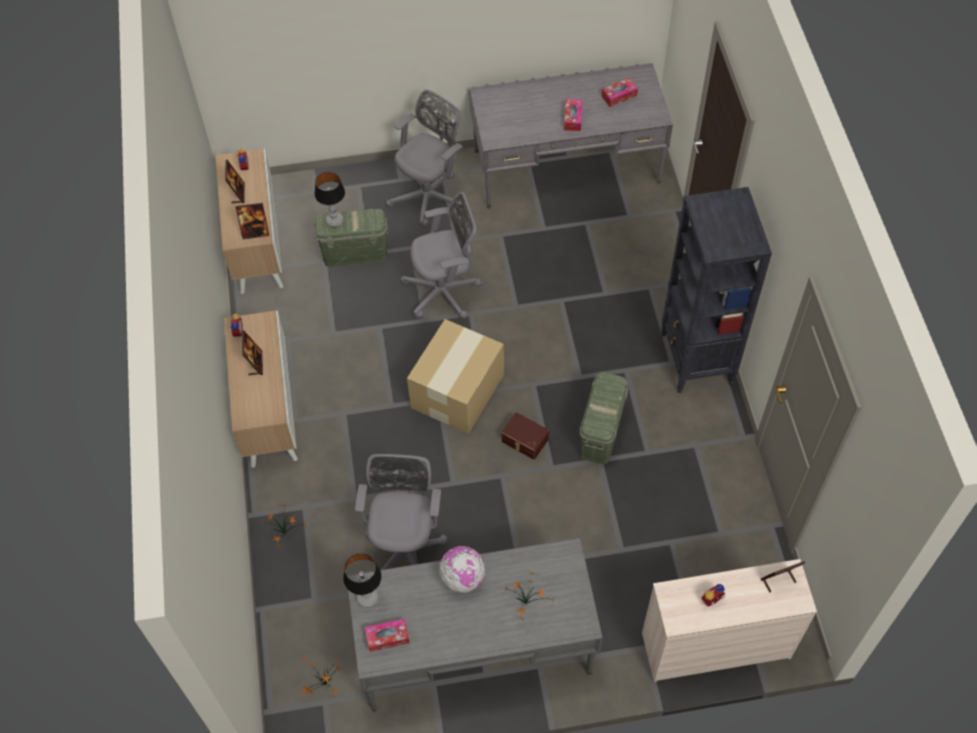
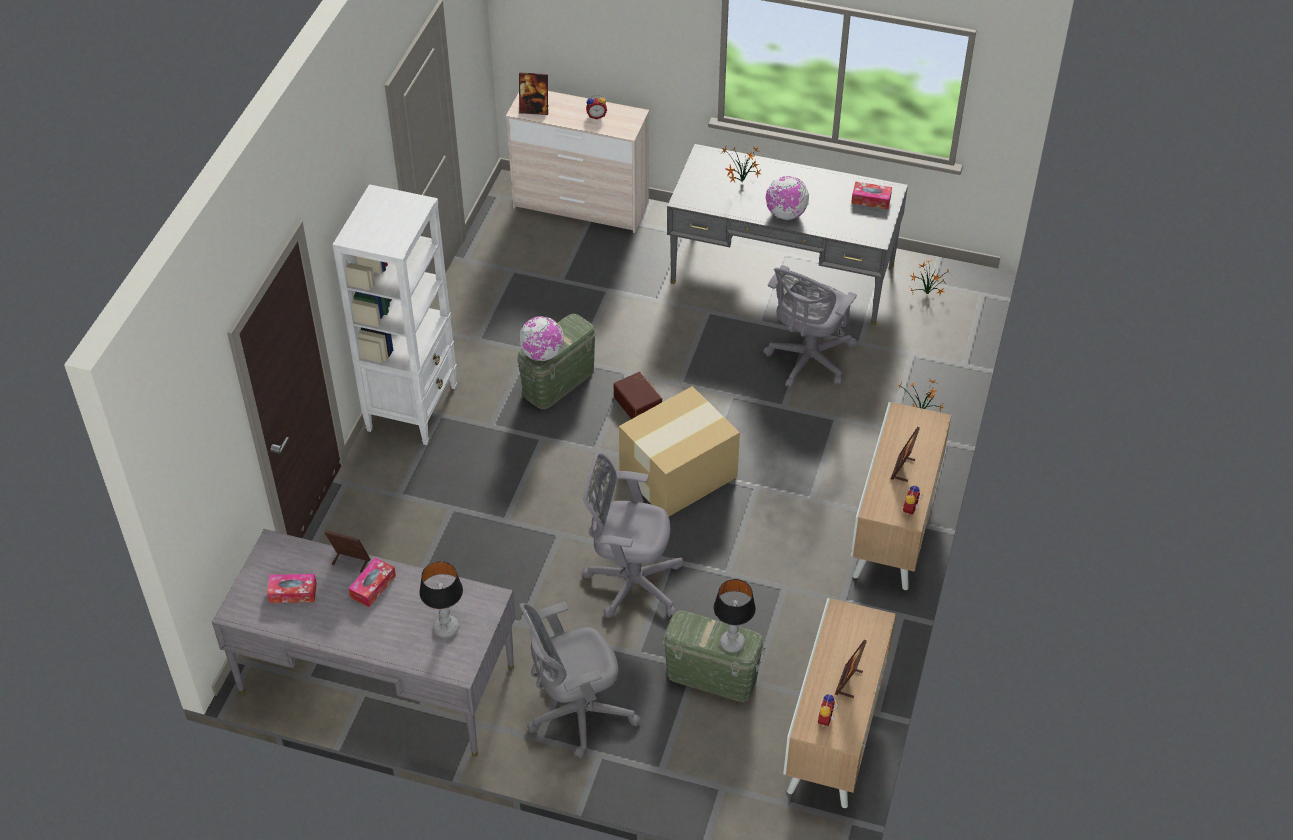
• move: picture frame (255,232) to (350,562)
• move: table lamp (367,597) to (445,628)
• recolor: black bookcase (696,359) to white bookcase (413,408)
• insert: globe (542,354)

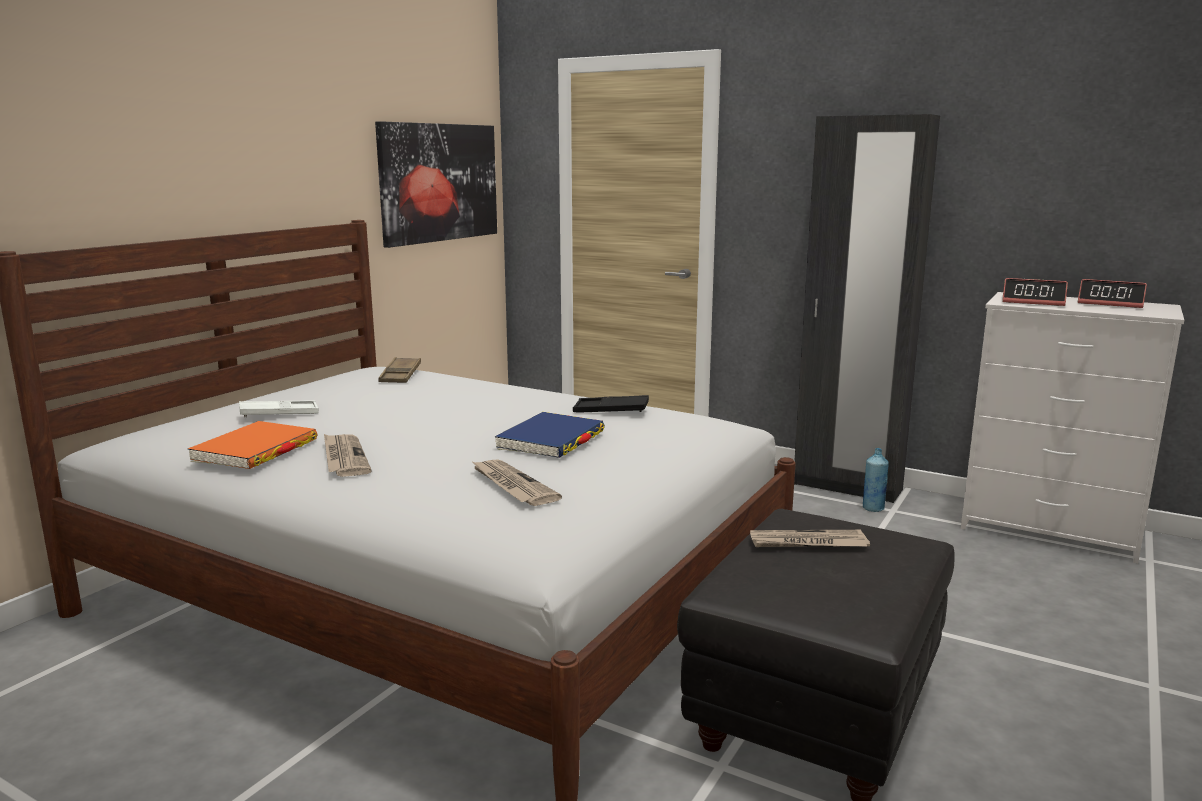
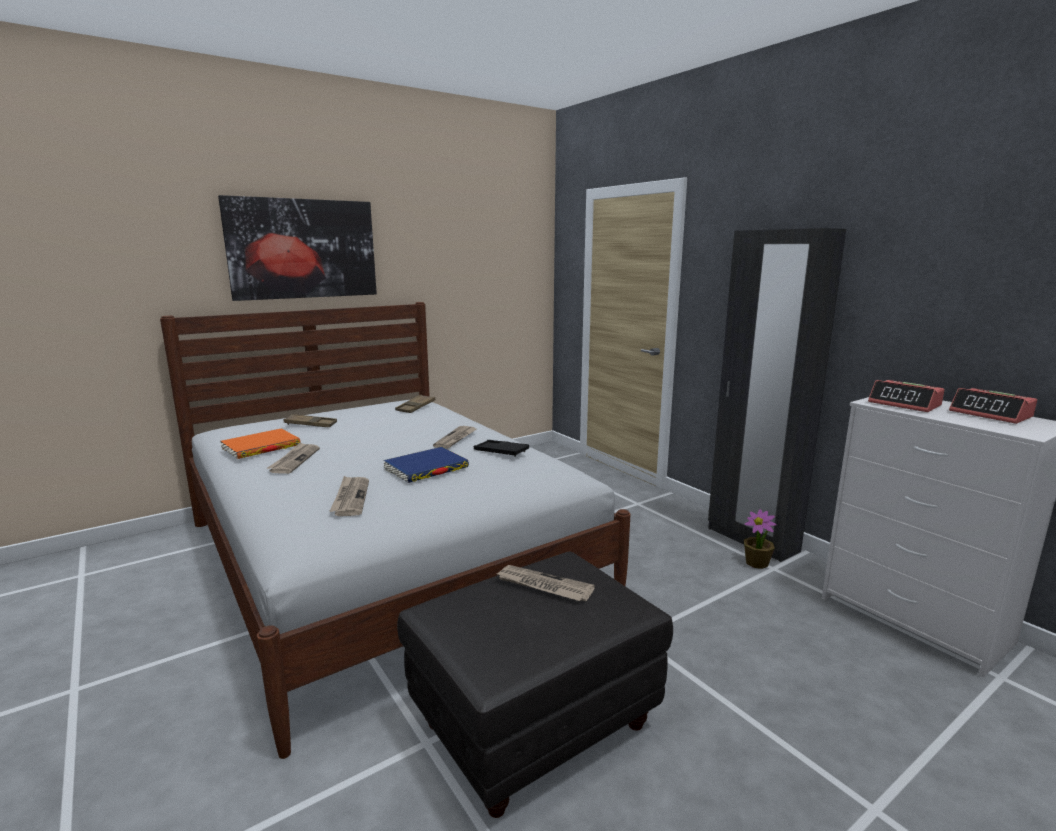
• recolor: white tray (279,414) to brown tray (311,424)
• move: picture (439,182) to (303,249)
• replace: blue bottle (873,508) to potted plant (756,563)
• insert: newspaper (456,439)

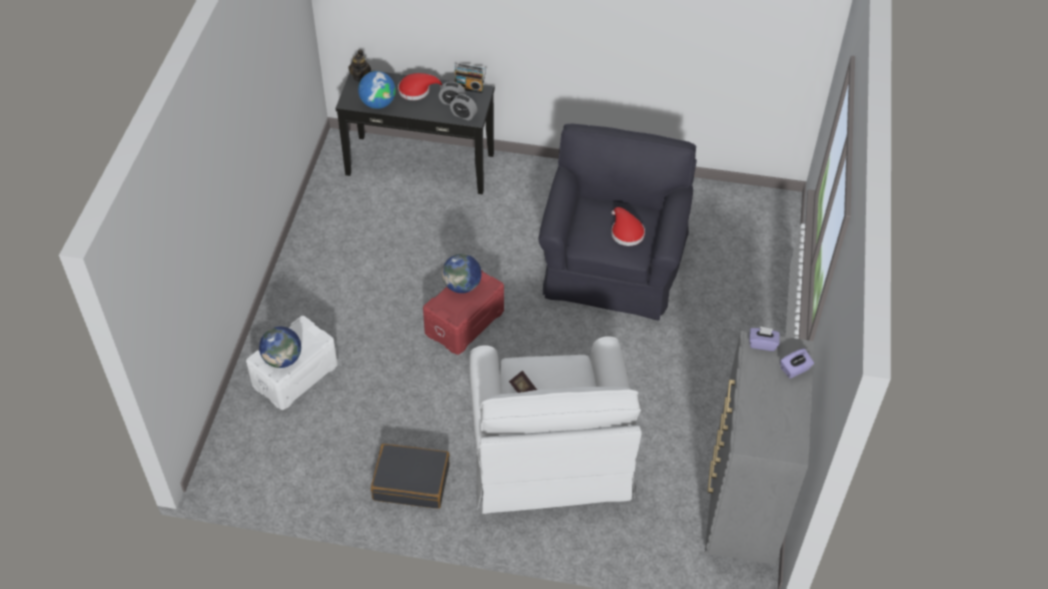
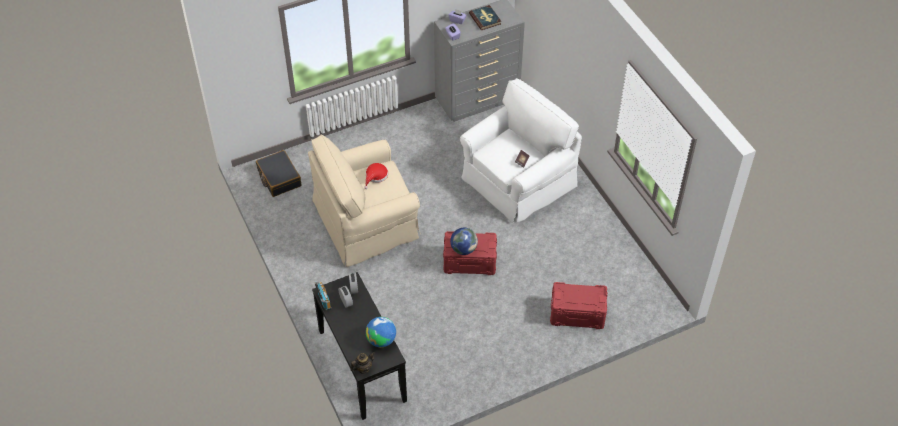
• recolor: white storage box (294,375) to red storage box (577,315)
• delete: globe (283,359)
• move: black suitcase (411,482) to (279,178)
• delete: red hat (417,90)
• recolor: black armchair (612,265) to beige armchair (367,221)
• insert: book (485,19)

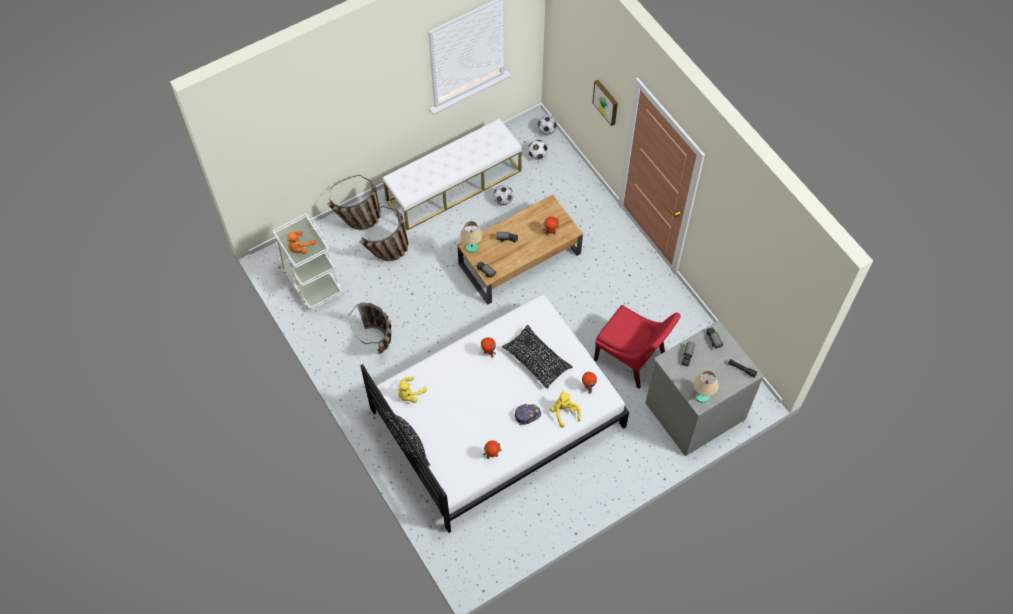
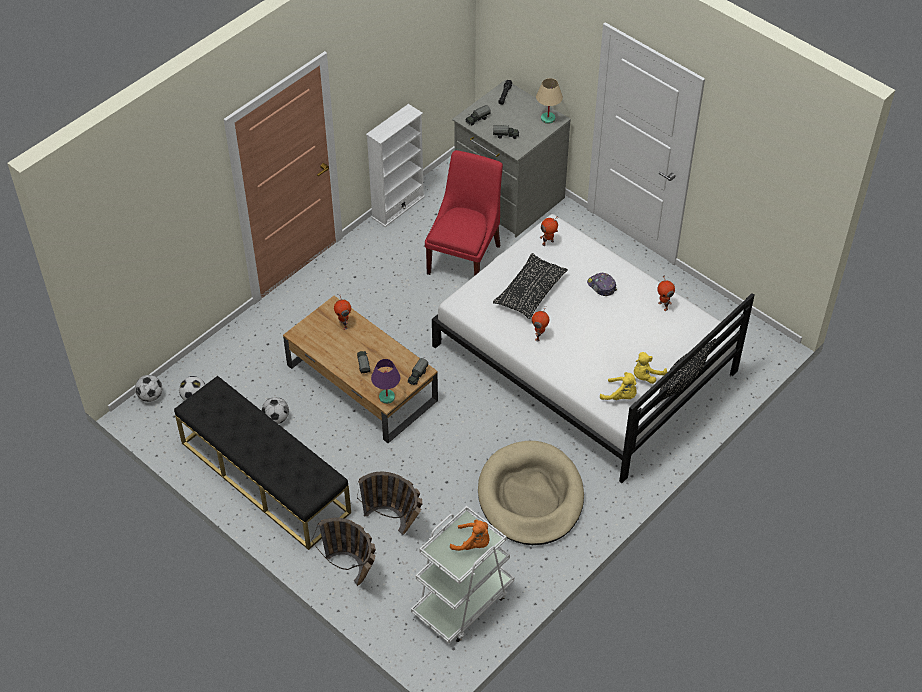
• replace: basket (380,344) to beige dog bed (530,496)
• recolor: white bench (454,185) to black bench (264,477)
• recolor: beige table lamp (472,247) to purple table lamp (386,397)
• move: yellow plush toy (564,412) to (646,376)
• delete: picture (606,102)
• insert: white bookcase (398,207)

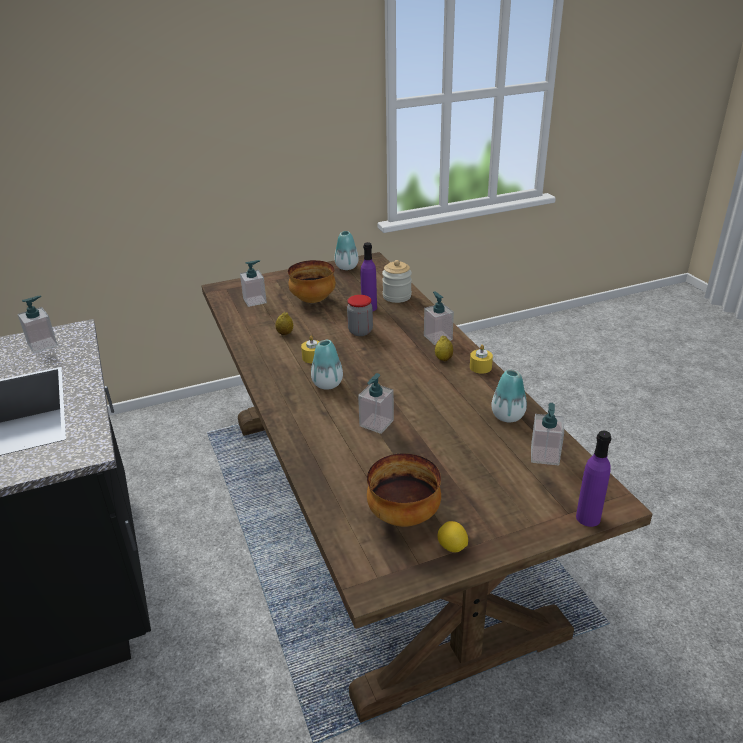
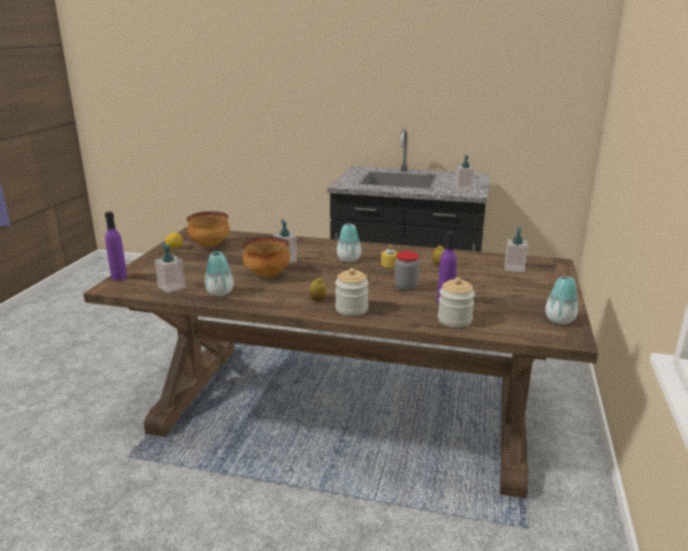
• move: bowl (312,300) to (268,275)
• replace: soap dispenser (437,337) to jar (351,309)
• delete: yellow candle (480,367)

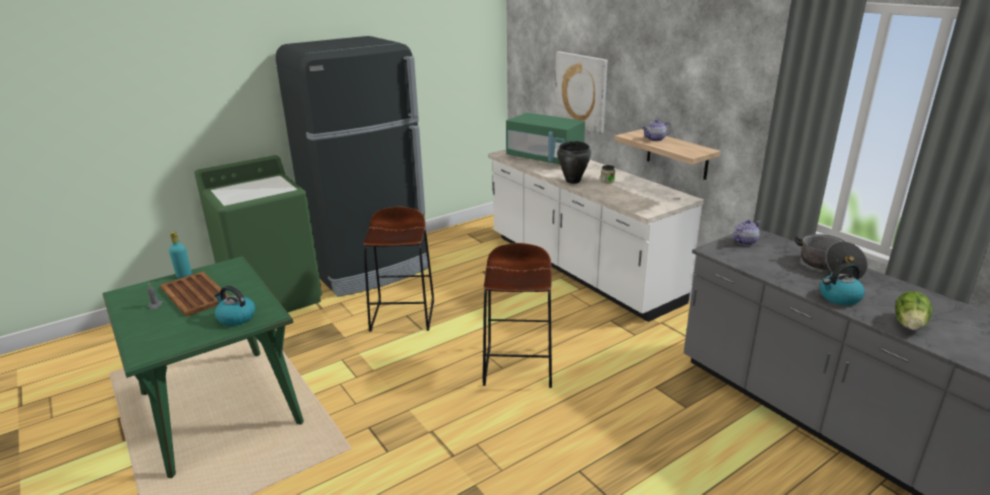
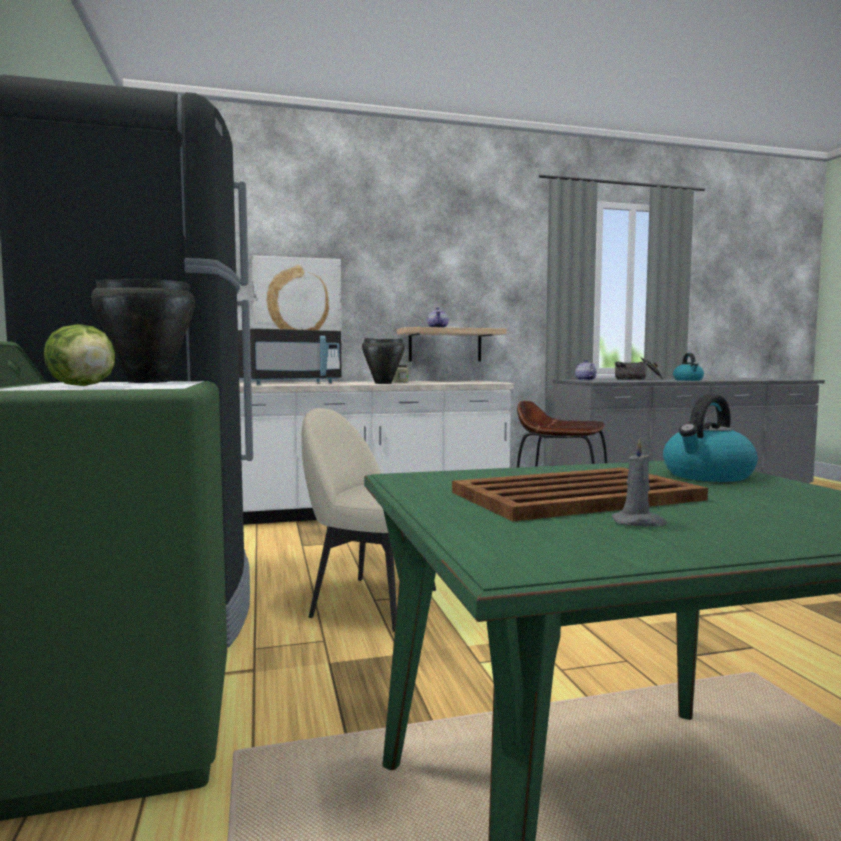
• delete: turquoise bottle (184,275)
• replace: brown stool (403,315) to beige chair (371,602)
• recolor: green microwave (544,159) to black microwave (290,383)
• move: lettuce (910,324) to (85,386)
• insert: black cooking pot (147,382)

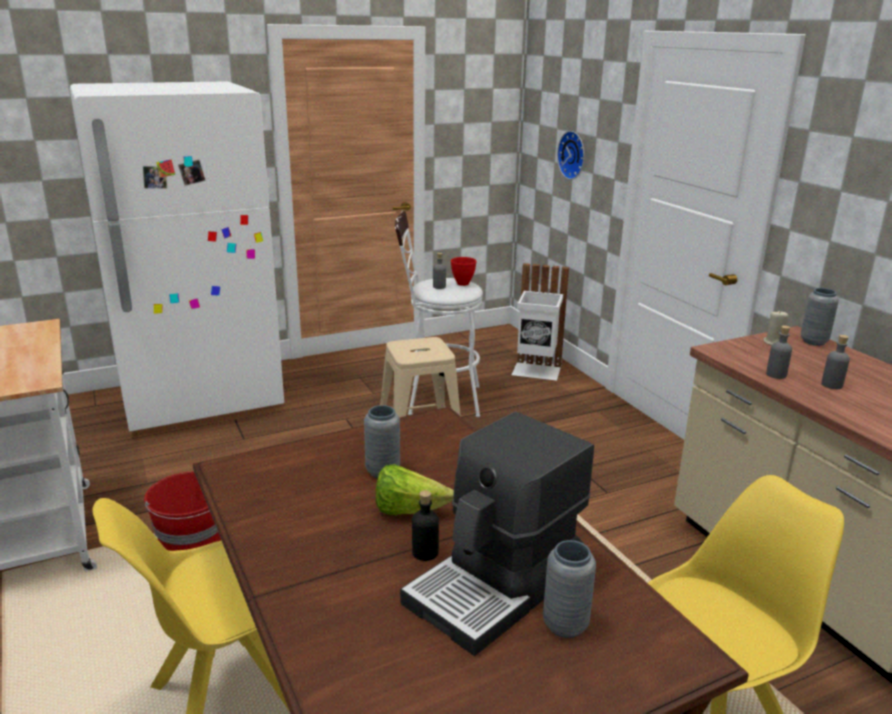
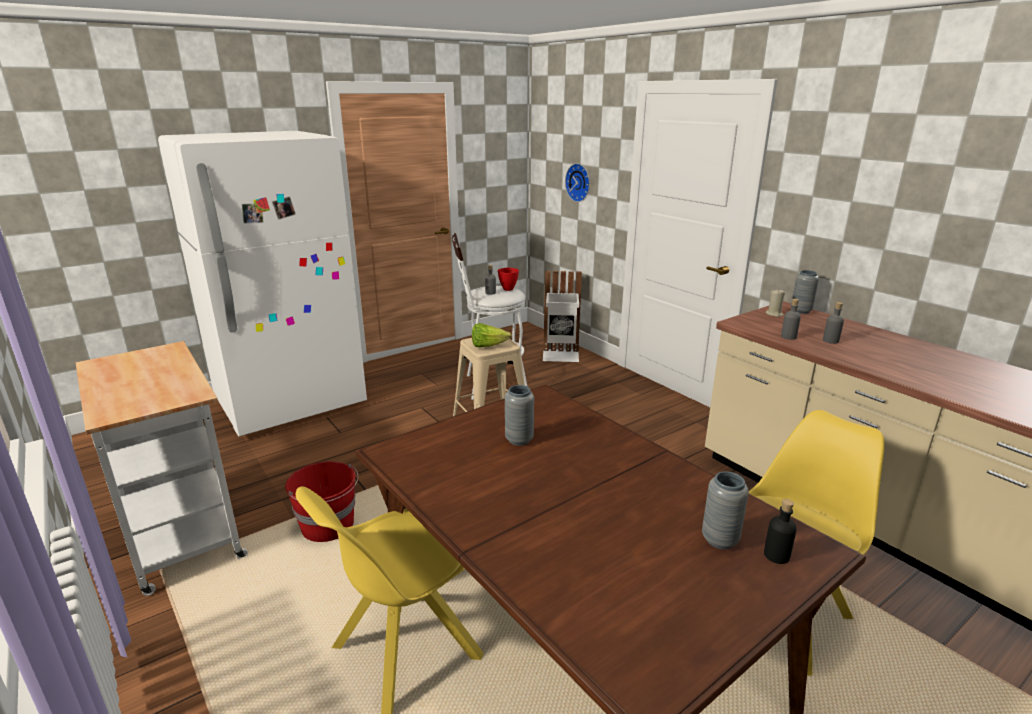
• move: lettuce (408,510) to (488,346)
• delete: coffee machine (497,586)
• move: black bottle (425,552) to (776,555)

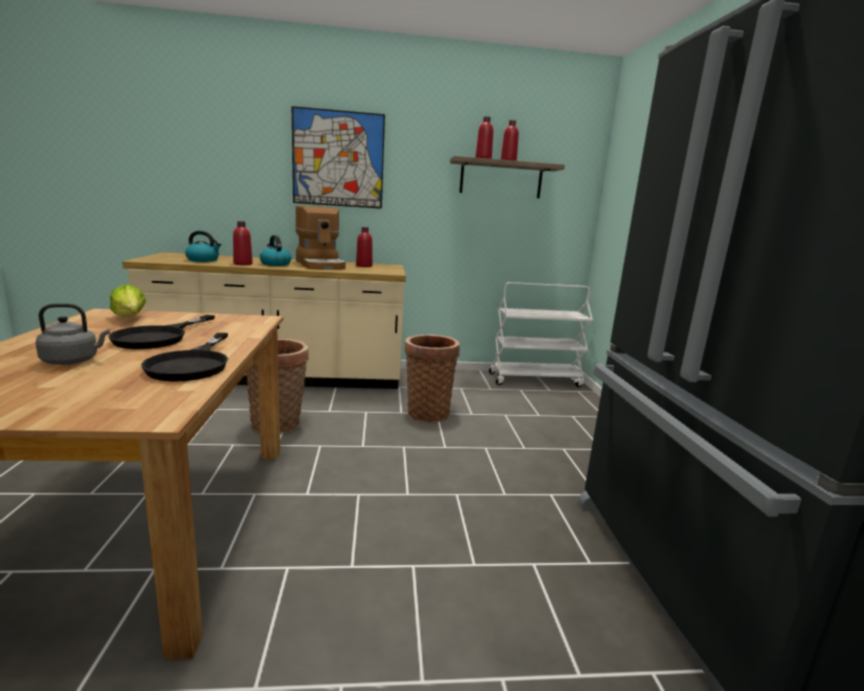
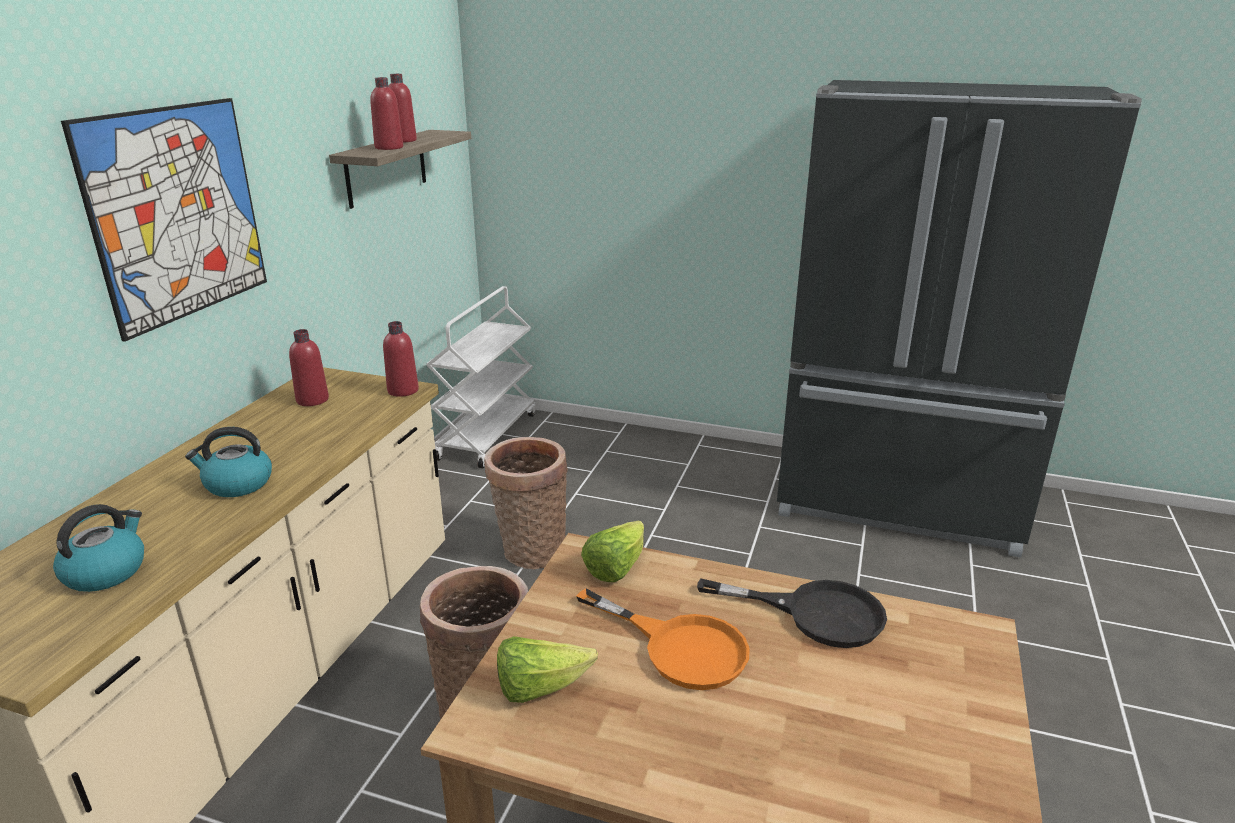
• delete: grey kettle (73,361)
• recolor: black frying pan (159,337) to orange frying pan (680,647)
• move: red bottle (243,264) to (403,390)
• delete: coffee machine (321,265)
• insert: lettuce (615,568)

